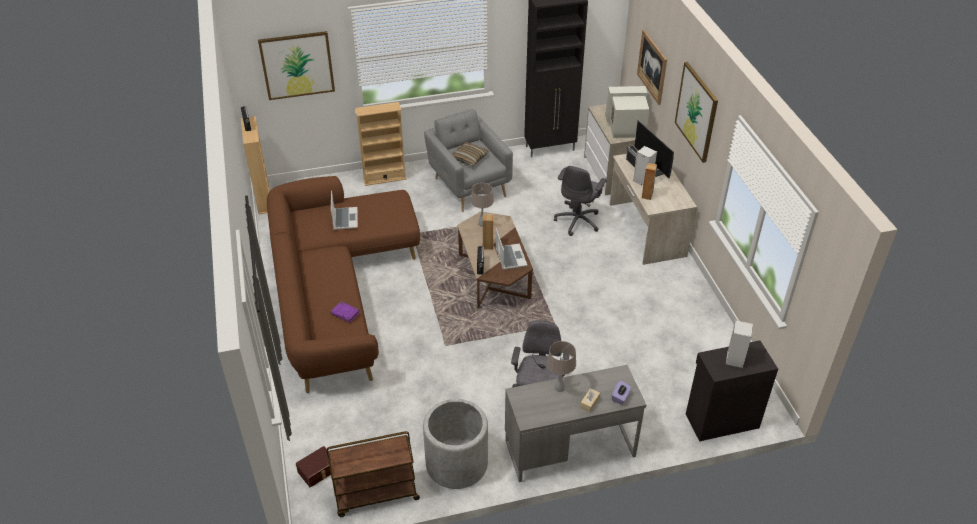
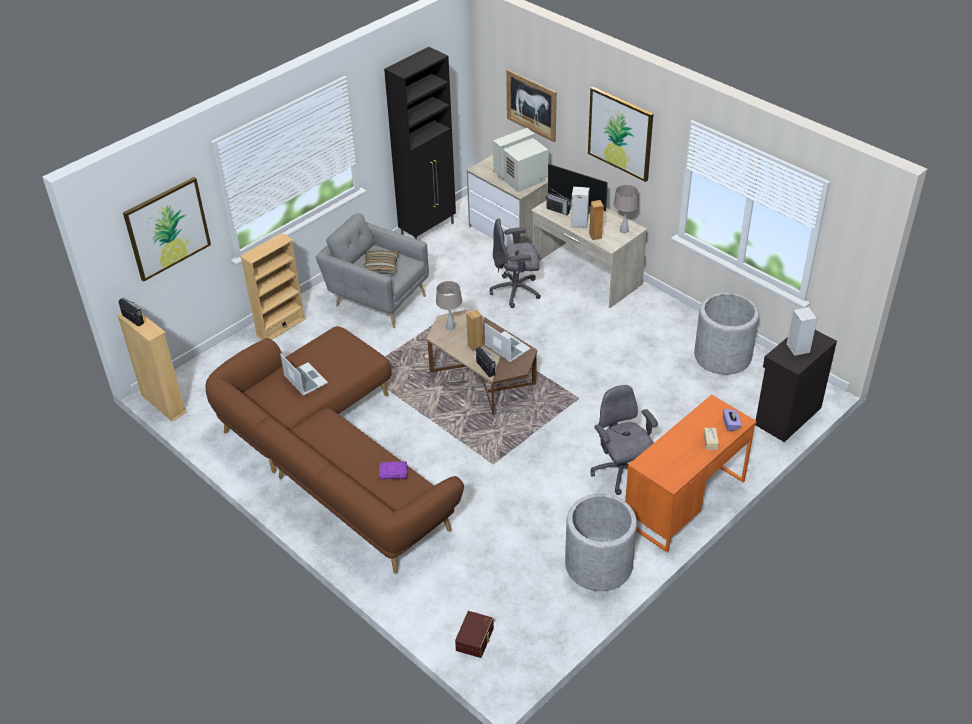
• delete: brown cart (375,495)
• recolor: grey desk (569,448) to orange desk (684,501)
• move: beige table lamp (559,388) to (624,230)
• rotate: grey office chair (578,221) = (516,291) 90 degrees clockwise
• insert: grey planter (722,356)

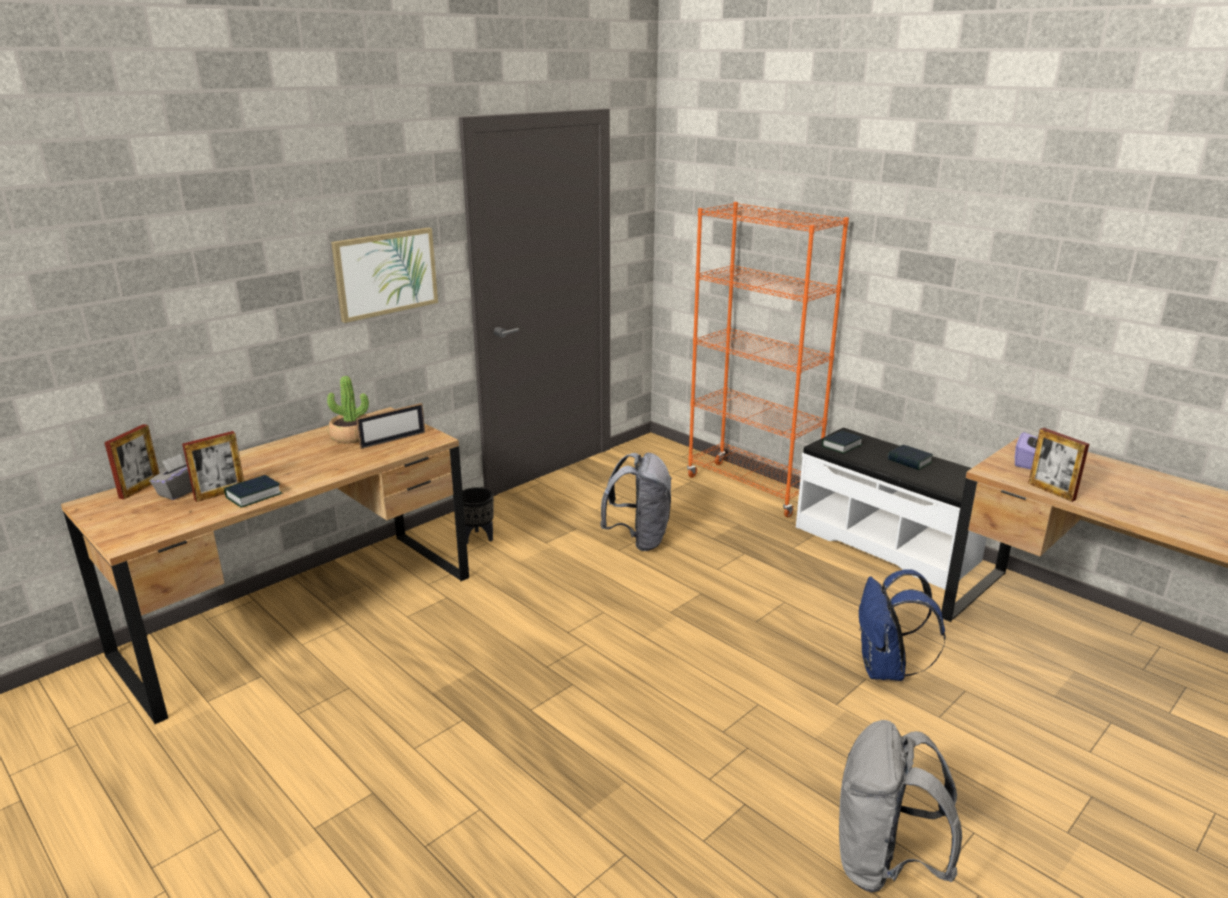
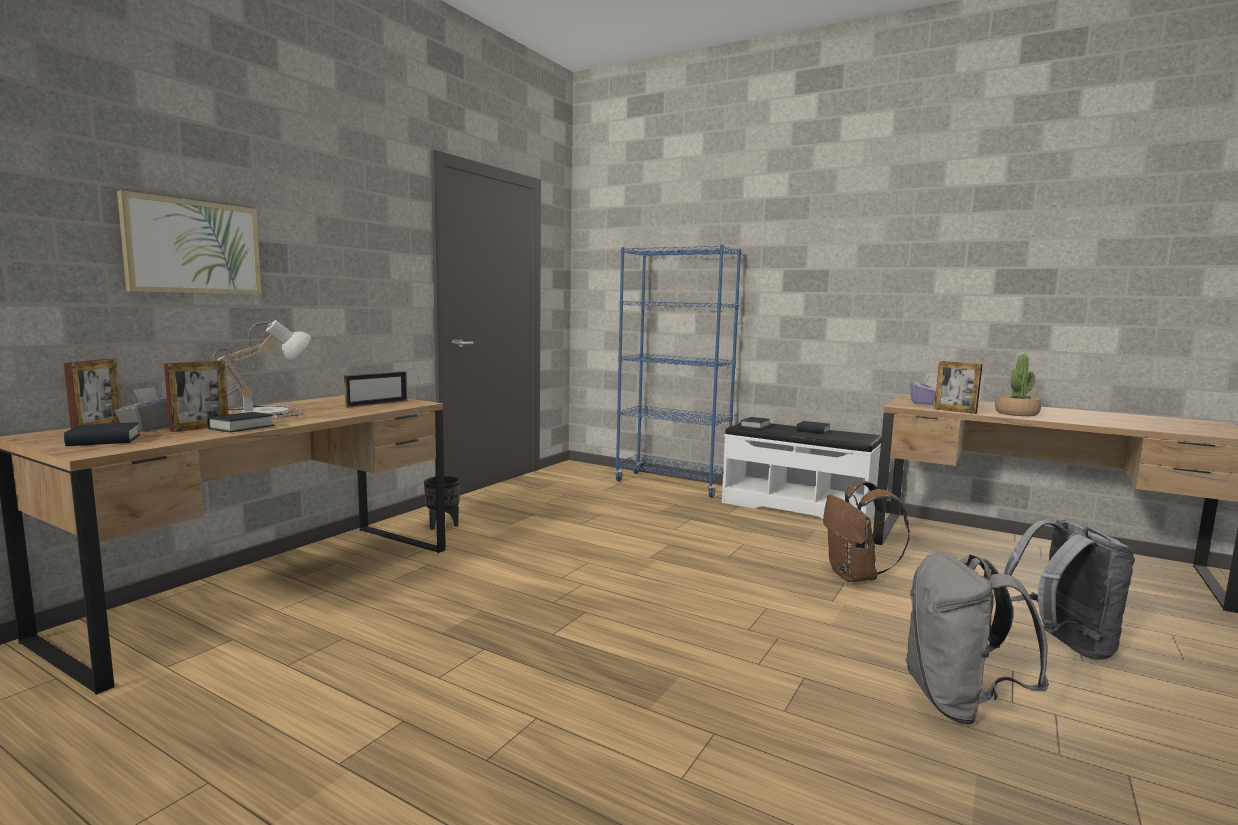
• move: potted plant (351,436) to (1016,413)
• move: picture (385,273) to (193,247)
• move: grey backpack (639,539) to (1061,645)
• recolor: orange bookcase (751,489) to blue bookcase (672,485)
• recolor: blue backpack (886,670) to brown backpack (855,576)
• insert: book (104,441)
• insert: table lamp (267,412)

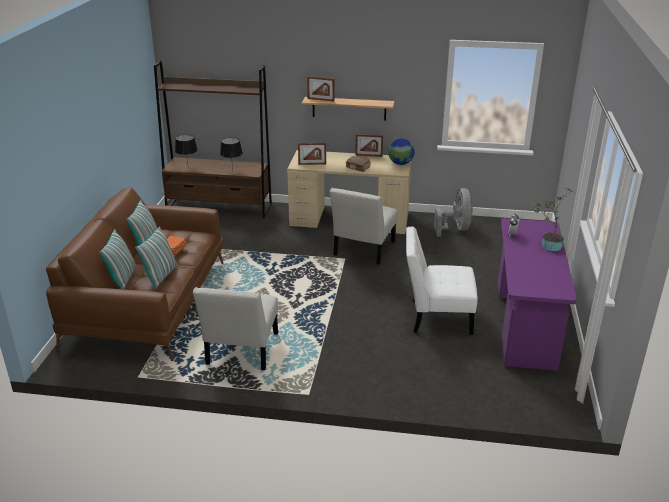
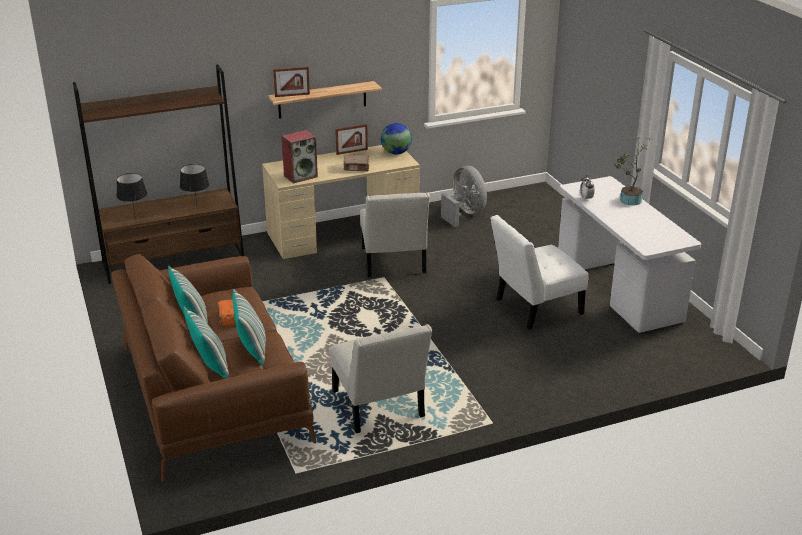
• replace: picture frame (312,164) to speaker (301,176)
• recolor: purple desk (525,323) to white desk (617,288)

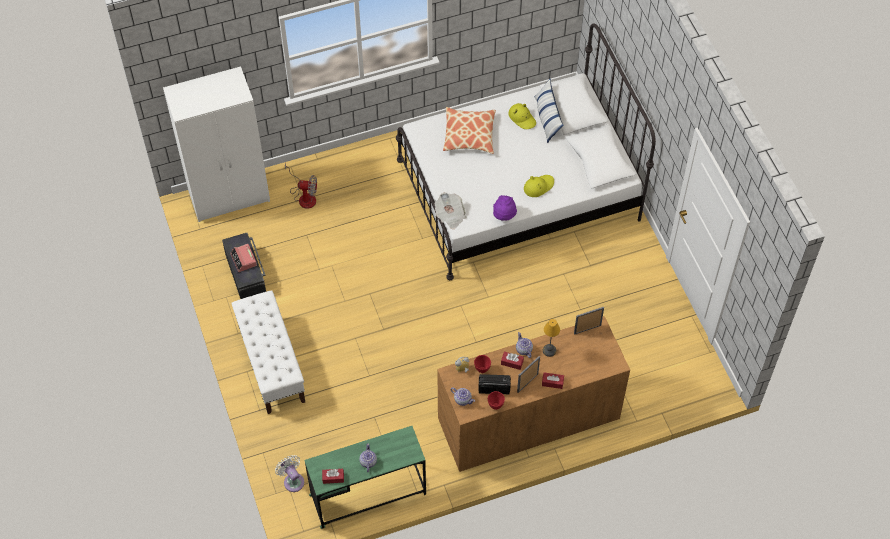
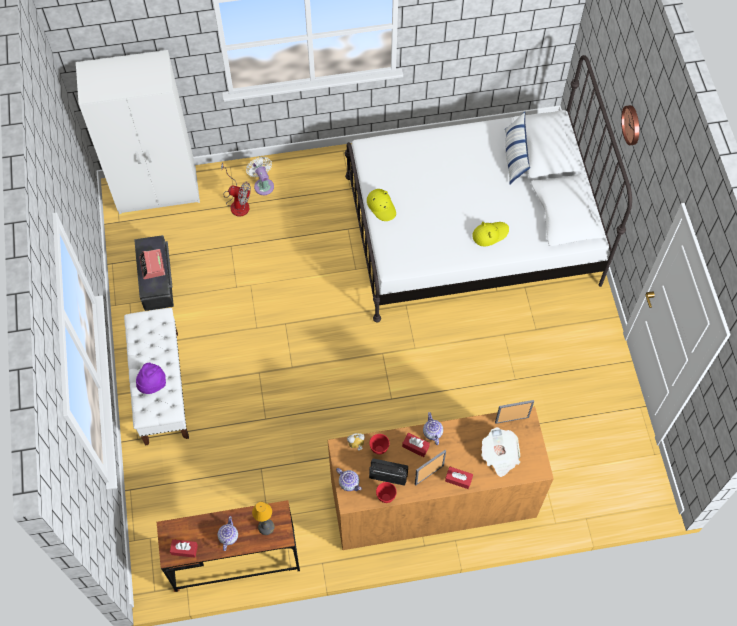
• move: white fan (292,480) to (263,185)
• recolor: green desk (368,495) to brown desk (235,560)
• move: newspaper (450,215) to (500,456)
• delete: pillow (469,135)
• move: purple hat (504,215) to (152,384)
• move: yellow hat (522,118) to (381,206)
• move: table lamp (549,350) to (265,527)
• insert: wall clock (632,125)

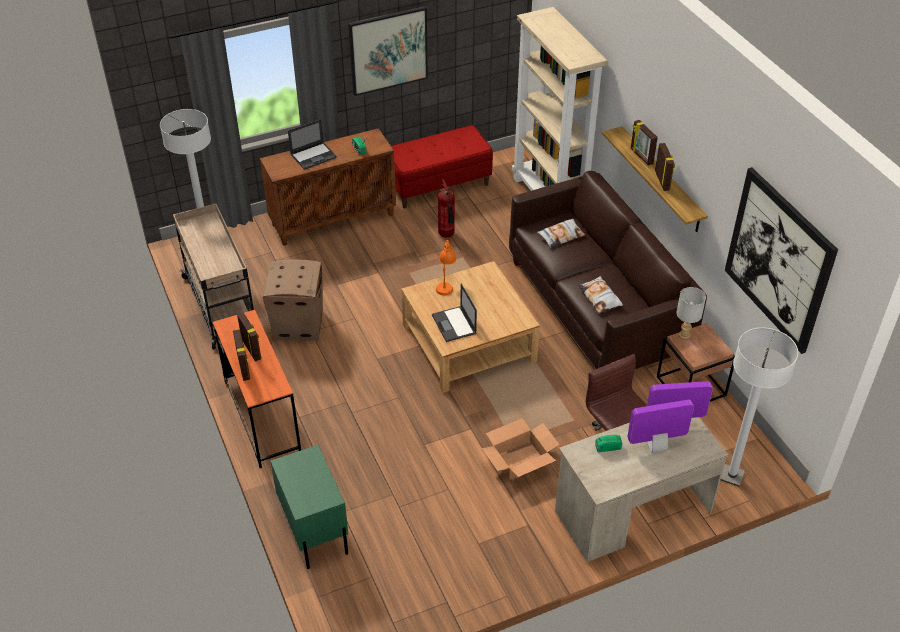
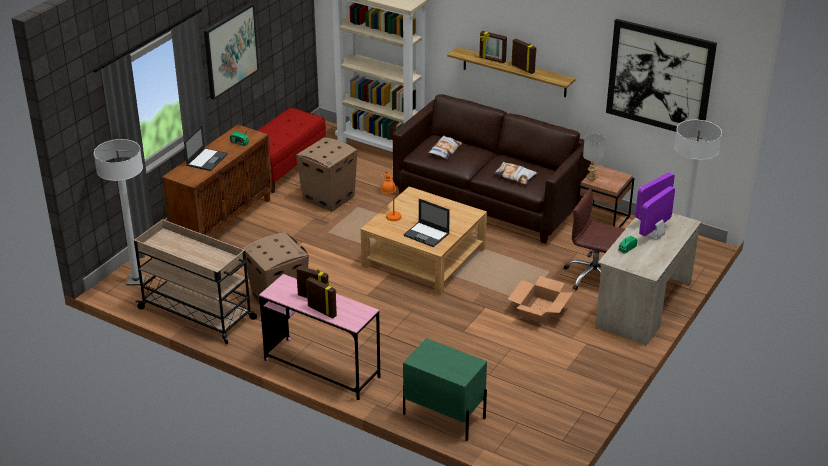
• recolor: orange desk (262,418) to pink desk (321,369)
• replace: fire extinguisher (447,235) to cardboard box (329,198)

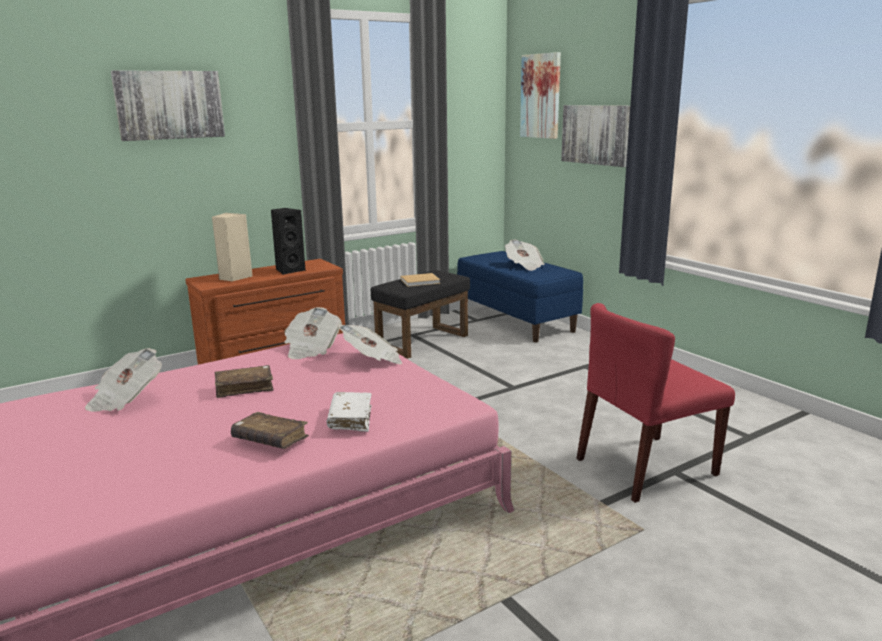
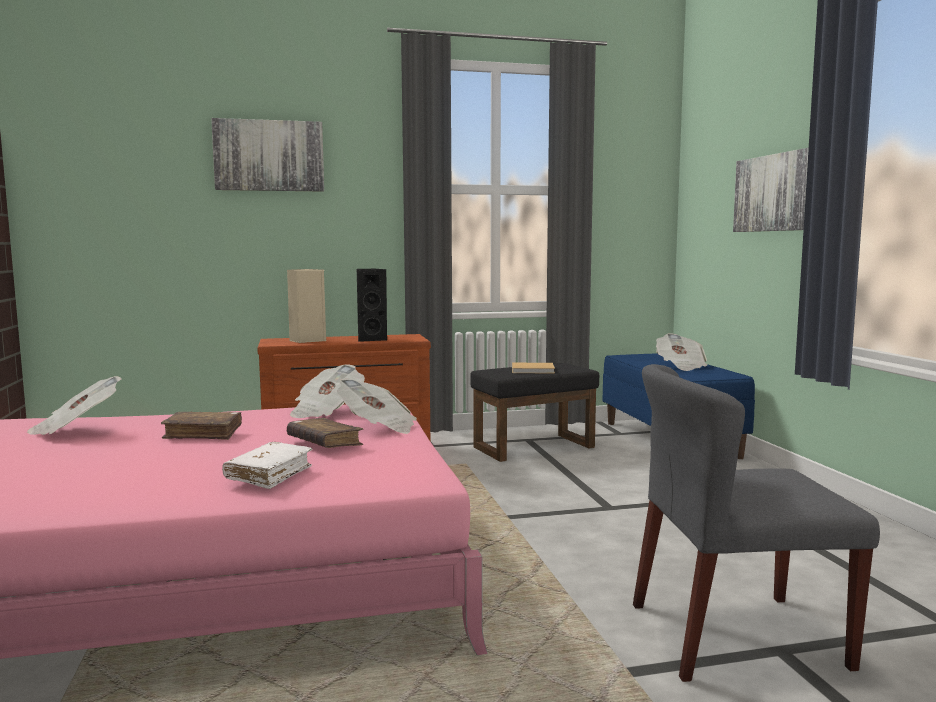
• move: brown book (270,439) to (324,443)
• delete: picture (541,96)
• recolor: red chair (645,467) to grey chair (735,635)

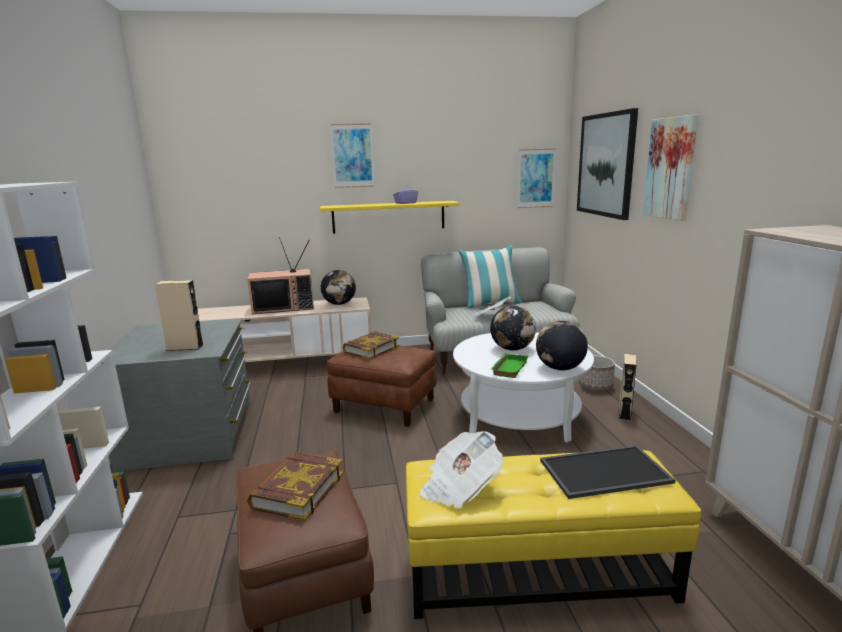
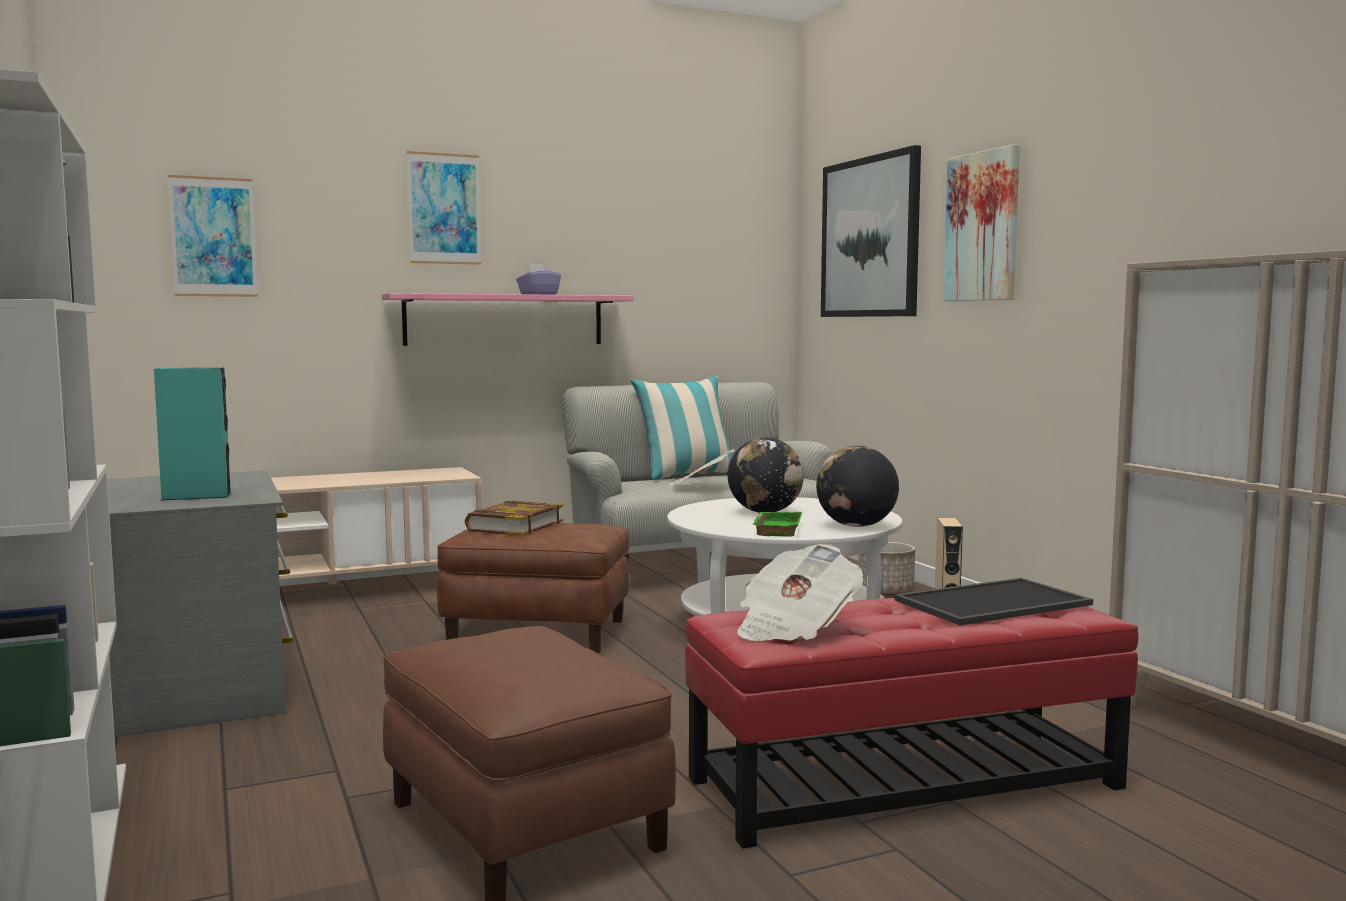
• recolor: beige speaker (185,347) to turquoise speaker (196,497)
• delete: television (284,307)
• delete: book (297,490)
• recolor: yellow shelf (388,217) to pink shelf (504,320)
• delete: globe (339,304)
• recolor: yellow ottoman (537,573) to red ottoman (905,784)
• move: picture (536,178) to (213,237)

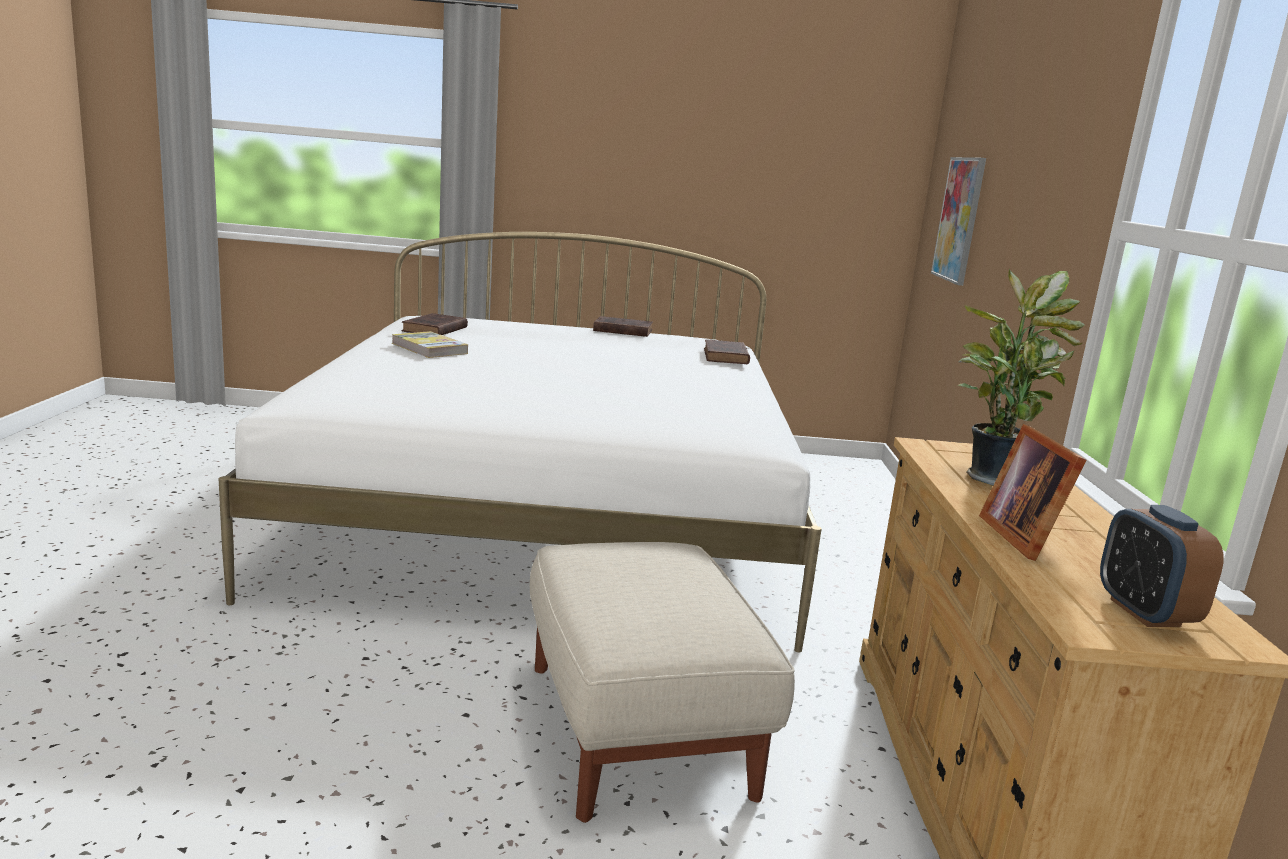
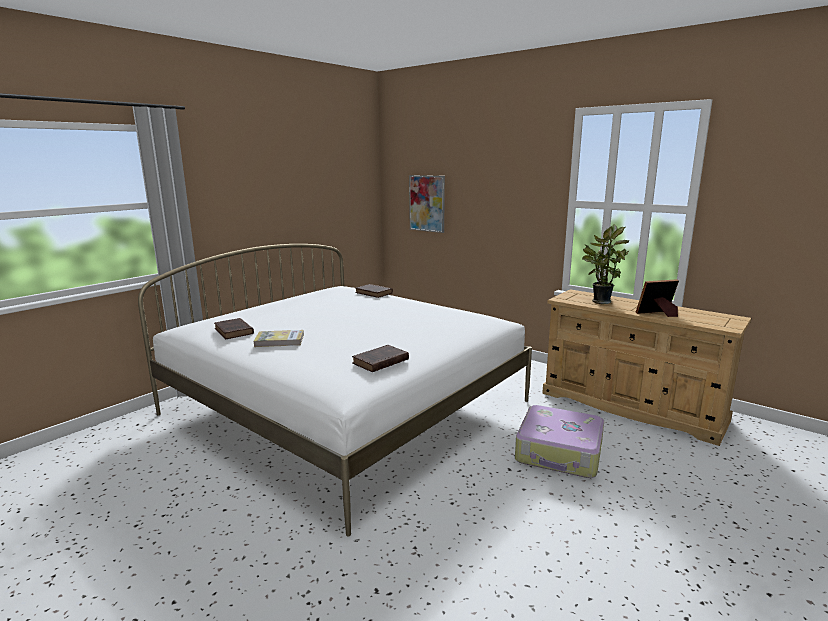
• replace: beige ottoman (637,728) to suitcase (559,452)
• move: brown book (621,330) to (379,362)
• rotate: picture frame (1025,537) = (658,314) 135 degrees clockwise
• delete: alarm clock (1144,612)

